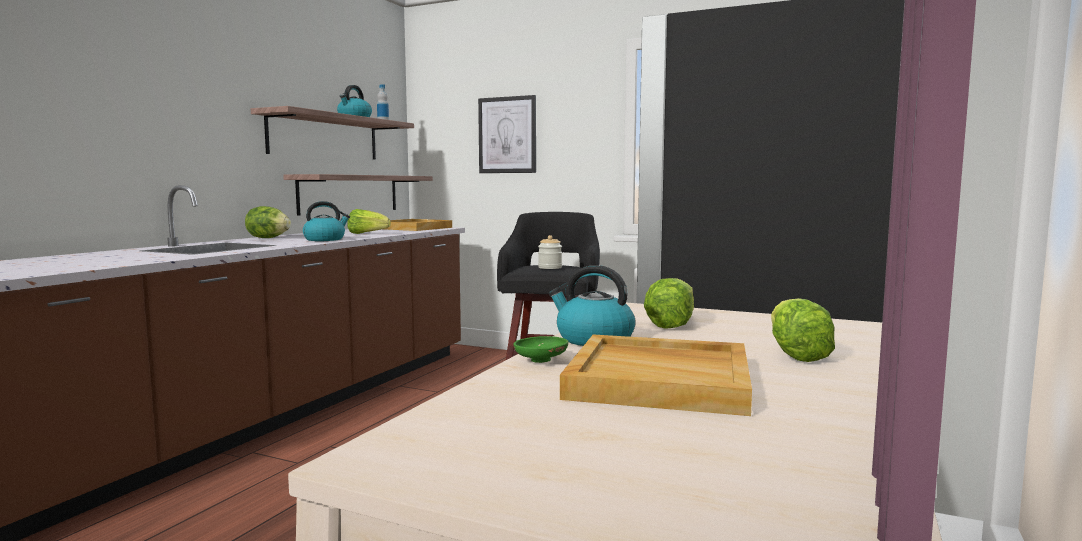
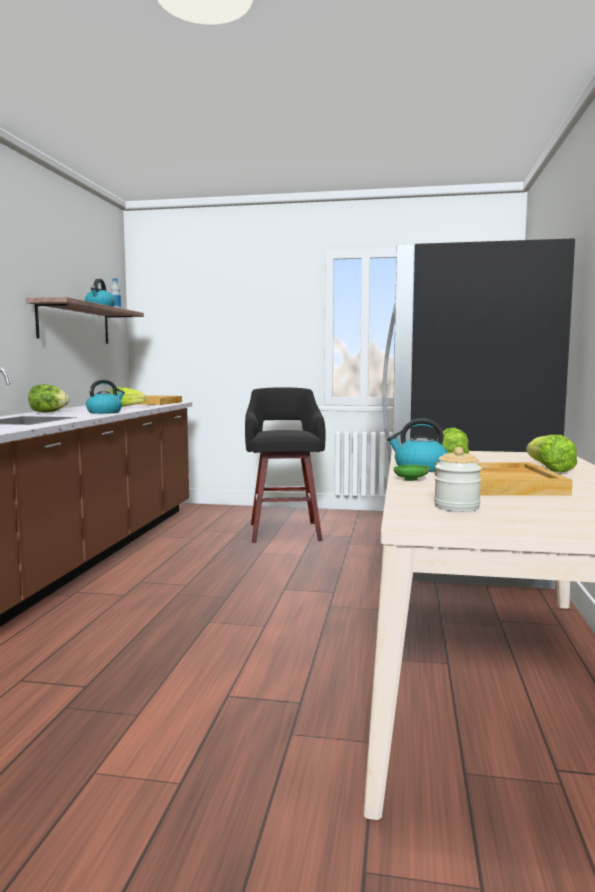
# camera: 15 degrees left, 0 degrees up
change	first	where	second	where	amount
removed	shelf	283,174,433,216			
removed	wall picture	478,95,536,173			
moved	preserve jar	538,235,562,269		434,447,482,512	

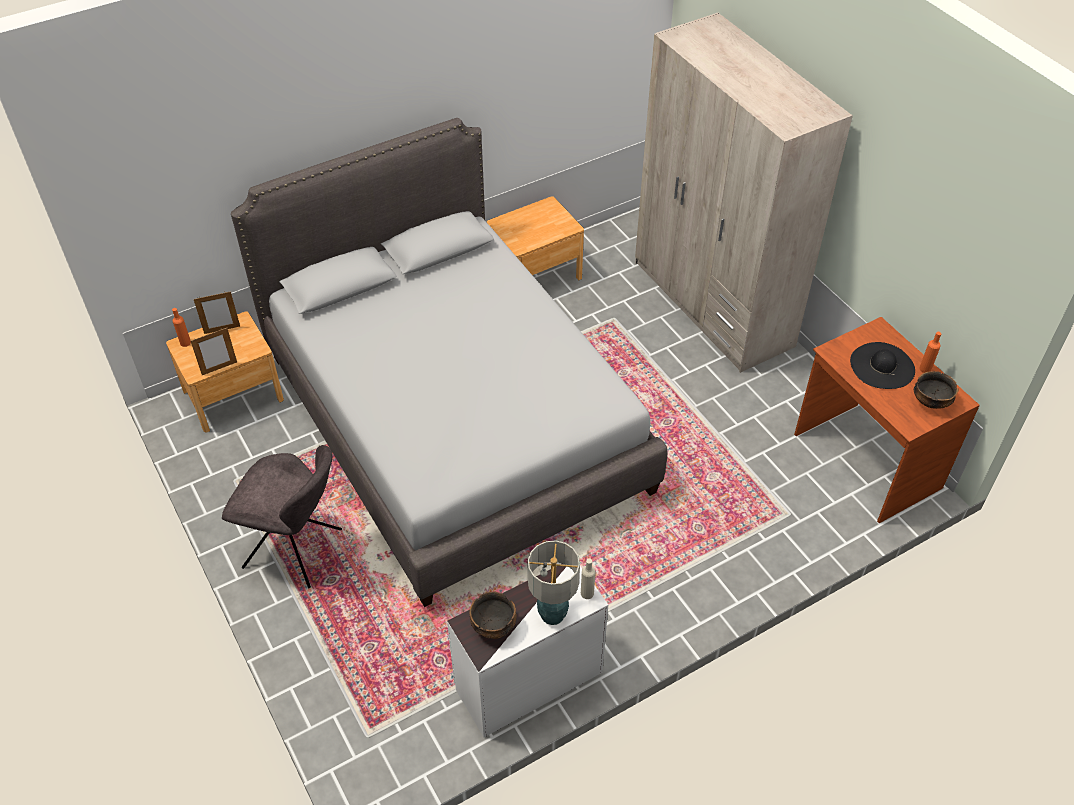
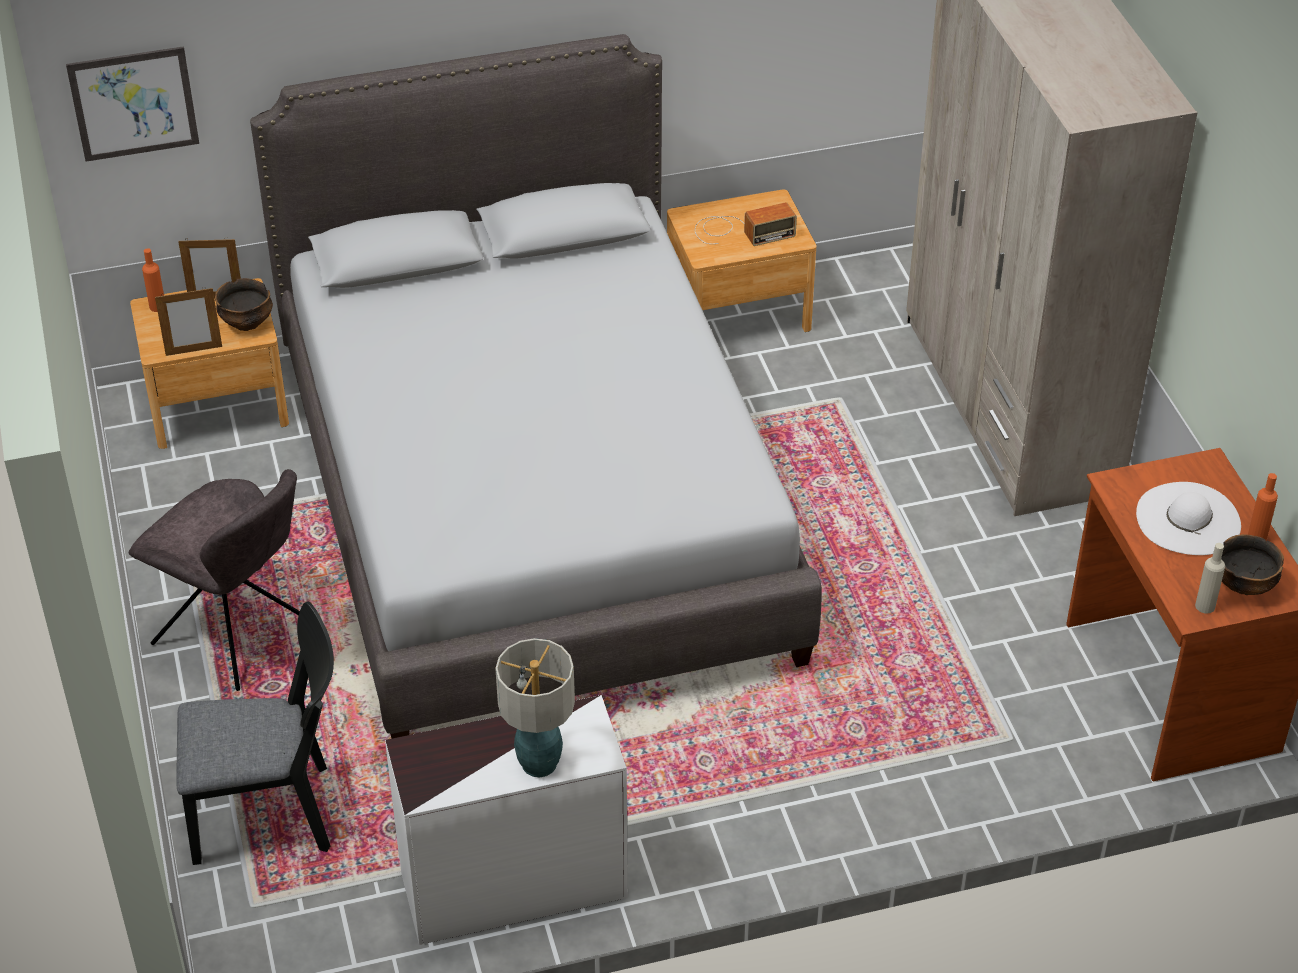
# camera: 15 degrees right, 5 degrees down
change	first	where	second	where	amount
added			wall picture	66,46,199,162	
added			black-coloured upright chair	176,601,334,865	
added			radio	695,202,797,246	
moved	serving bowl	469,592,517,639		215,278,273,331	
moved	beige bottle	581,558,596,599		1195,543,1225,614	
recoloured	black-coloured clothing hat	850,342,915,389	white clothing hat	1136,482,1241,555	

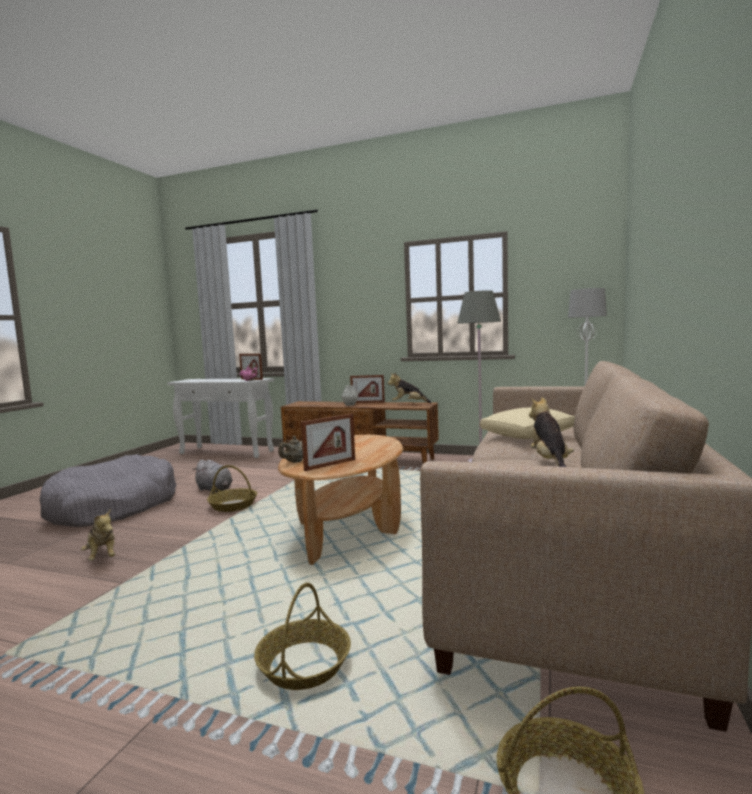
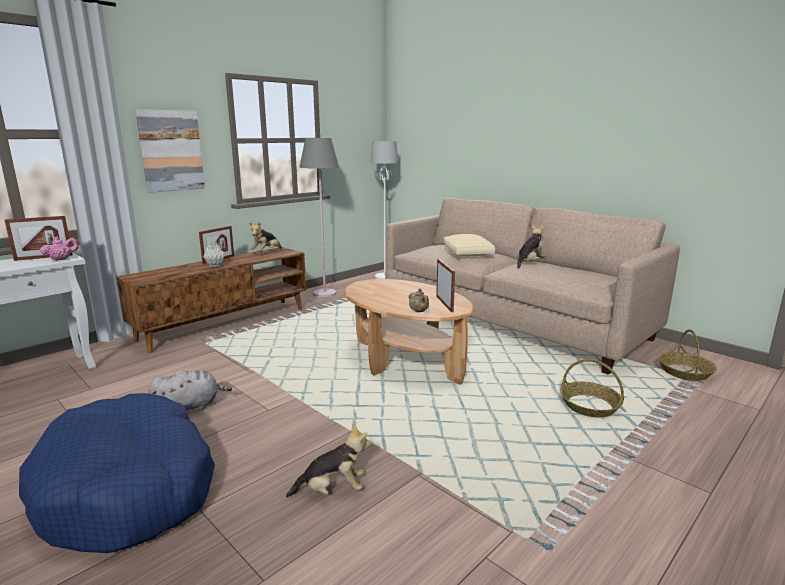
# camera: 65 degrees left, 10 degrees up
change	first	where	second	where	amount
removed	storage basket	207,465,257,512			
added			wall picture	136,109,205,193	
recoloured	greyish dog cushion	40,454,177,527	bluish dog cushion	19,393,215,553	
turned	plush toy	529,397,574,467		517,224,545,269	105 degrees clockwise

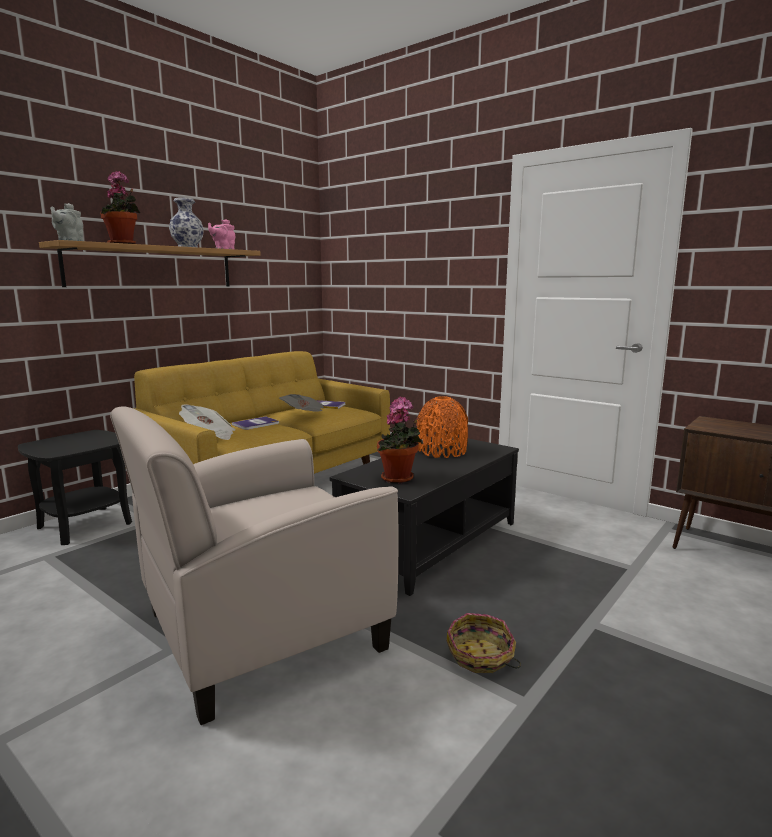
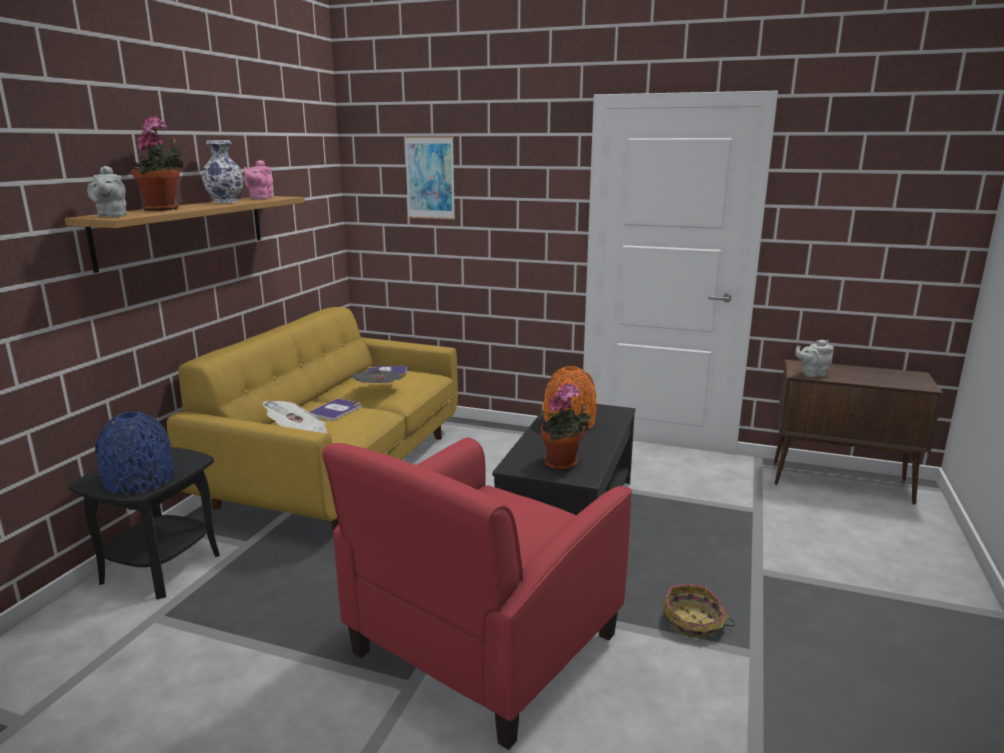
# camera: 20 degrees left, 5 degrees up
change	first	where	second	where	amount
added			bluish vase	95,412,174,495	
added			wall picture	404,136,455,219	
added			greyish tea pot	795,339,833,377	
recoloured	beige lounge chair	110,406,398,725	reddish lounge chair	322,437,632,750	

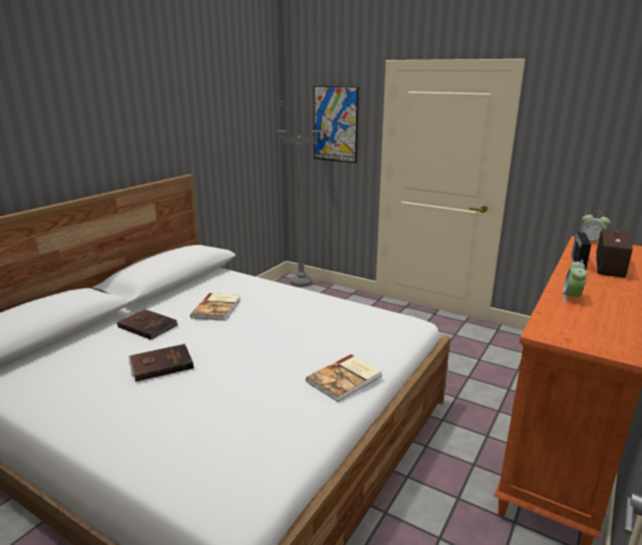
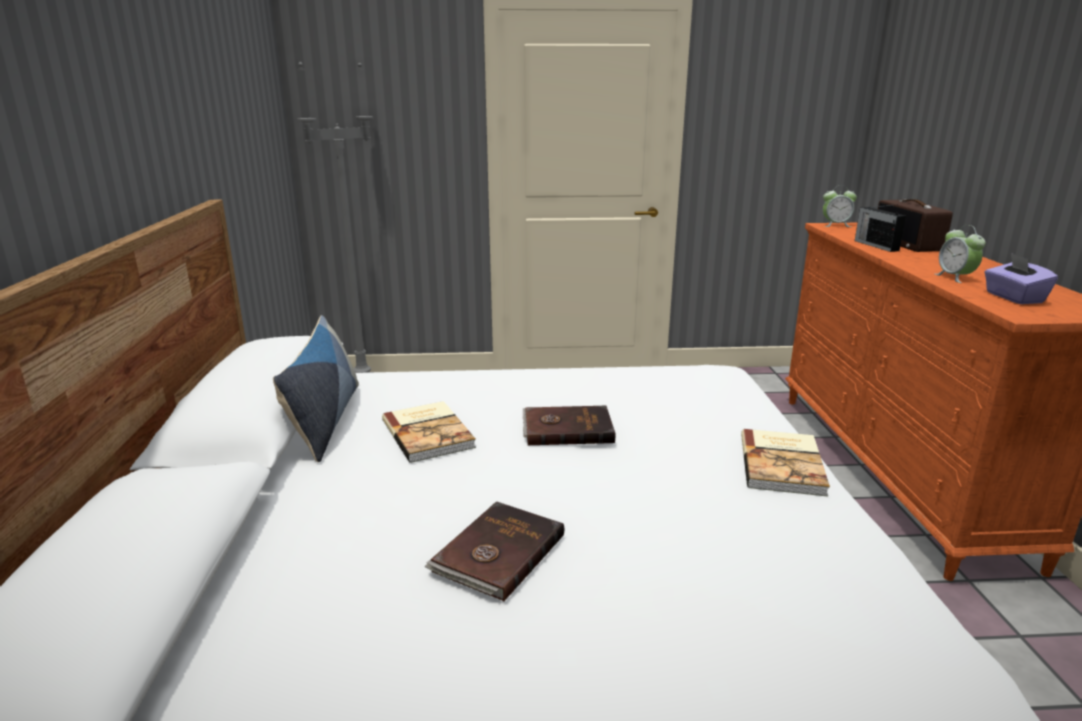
# camera: 35 degrees left, 0 degrees up
change	first	where	second	where	amount
removed	wall picture	314,86,359,163			
added			pillow	273,315,359,462	
added			purplish tissue holder	985,253,1058,304	
moved	brown bound book	117,309,178,340		523,406,615,445	

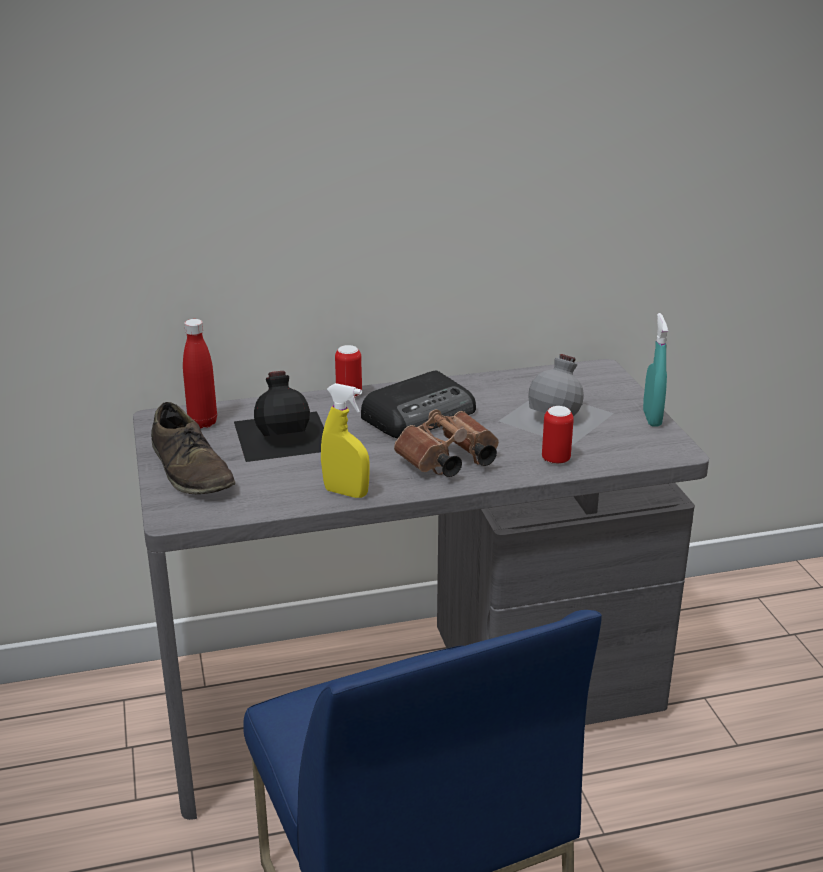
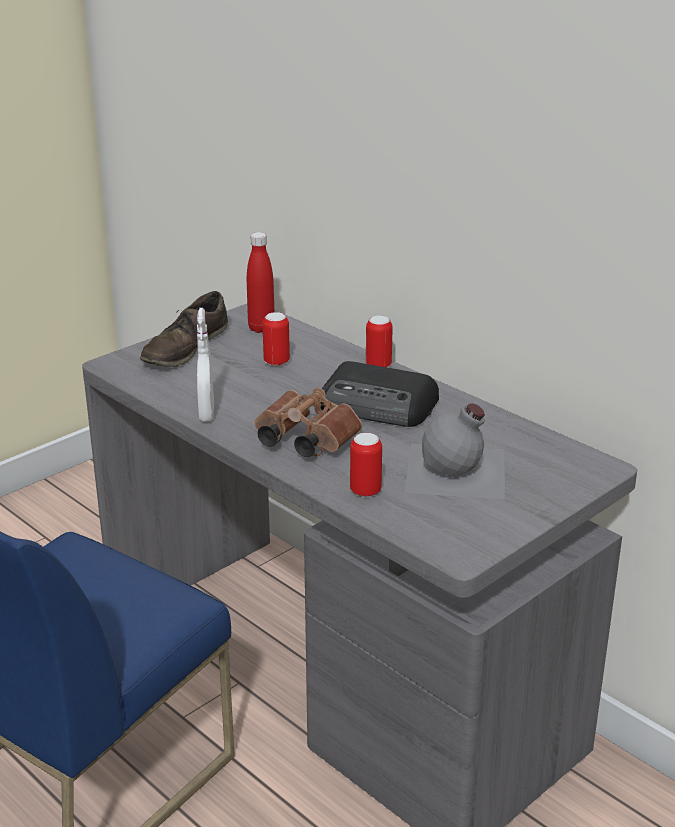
# camera: 60 degrees right, 0 degrees up
change	first	where	second	where	amount
removed	blue-green sprayer	643,313,668,427			
replaced	black-coloured bottle	234,371,324,462	metal can	262,312,290,366	
recoloured	yellow sprayer	321,383,370,498	white sprayer	197,308,214,422	

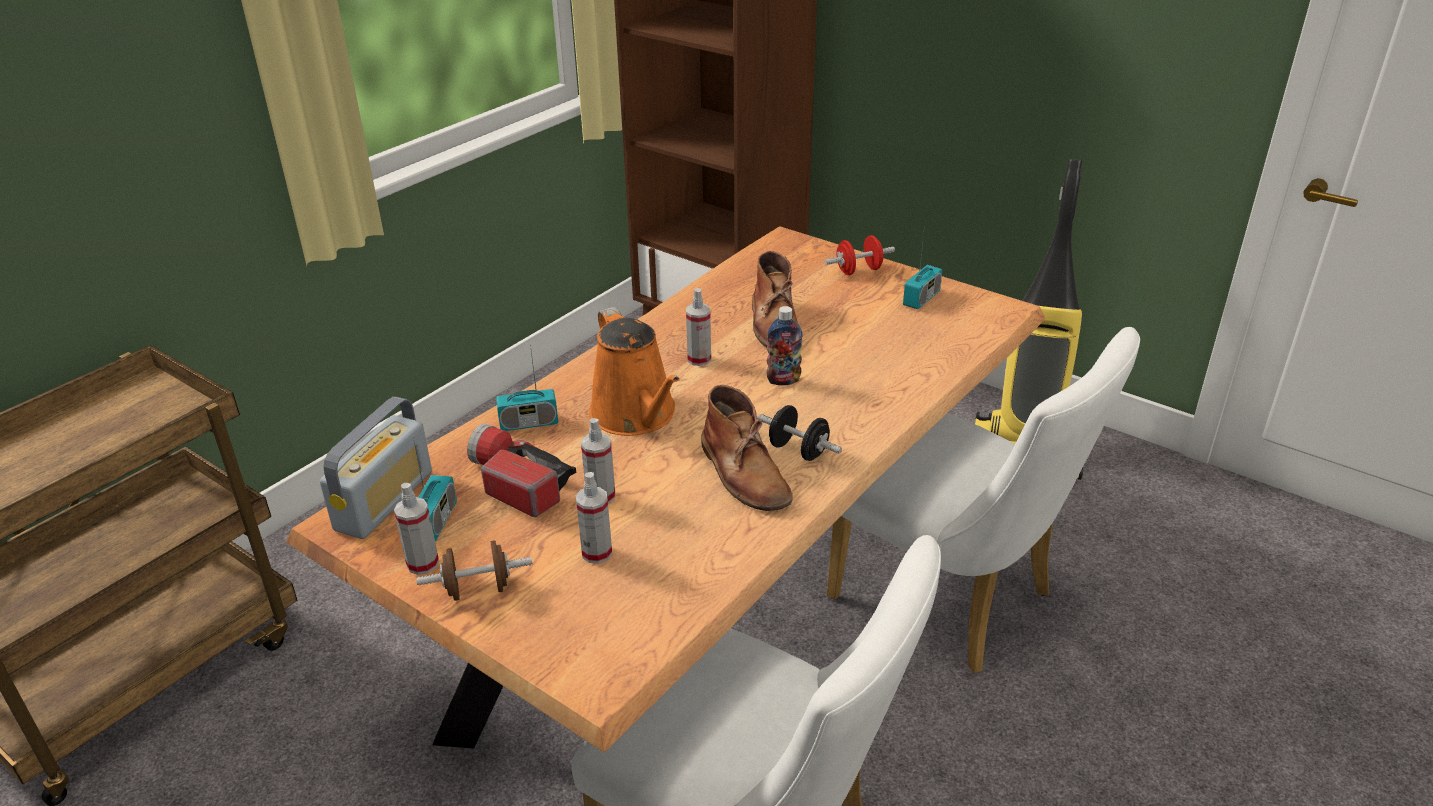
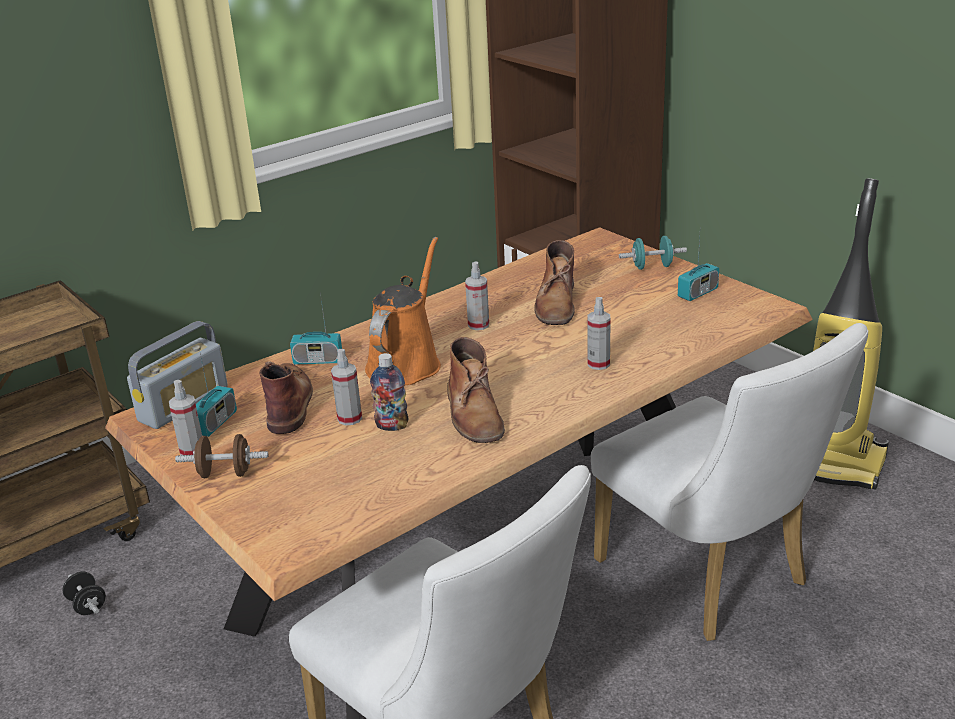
# camera: 15 degrees right, 5 degrees down
change	first	where	second	where	amount
moved	sprayer	576,472,612,564		587,297,611,370	
moved	black-coloured hand weight	757,405,842,461		62,572,106,615	
moved	bottle	766,306,803,385		370,353,408,431	
replaced	torch	467,424,576,517	brown tall boot	259,361,313,434	
recoloured	reddish hand weight	825,235,895,275	blue-green hand weight	619,236,687,270	
turned	orange watering pot	589,307,680,436		365,237,441,385	150 degrees counterclockwise

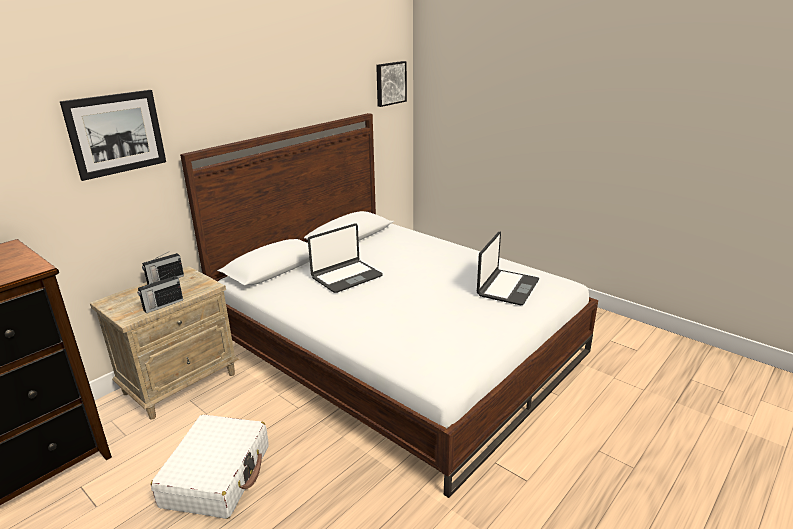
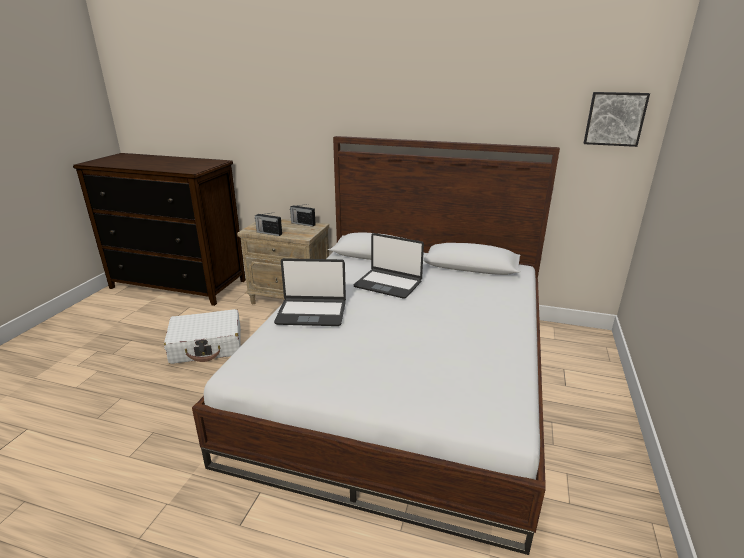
# camera: 65 degrees right, 0 degrees up
change	first	where	second	where	amount
removed	wall picture	60,90,166,181			
moved	notebook computer	477,232,539,305		274,258,346,326	

